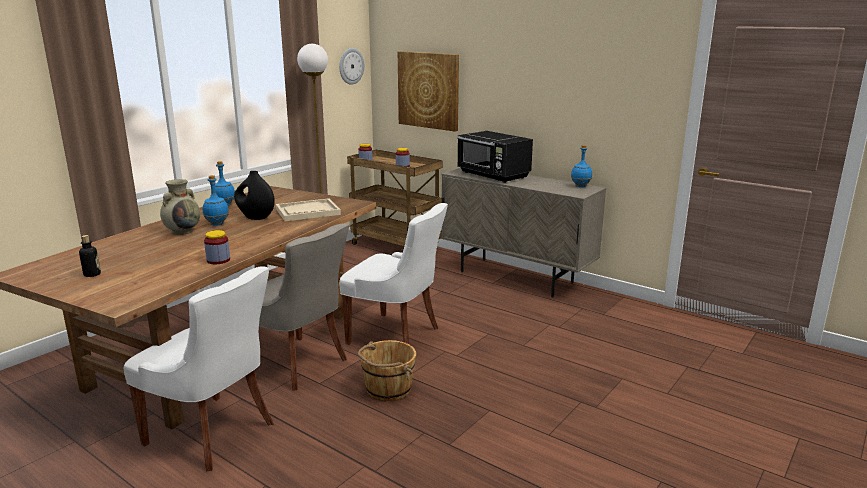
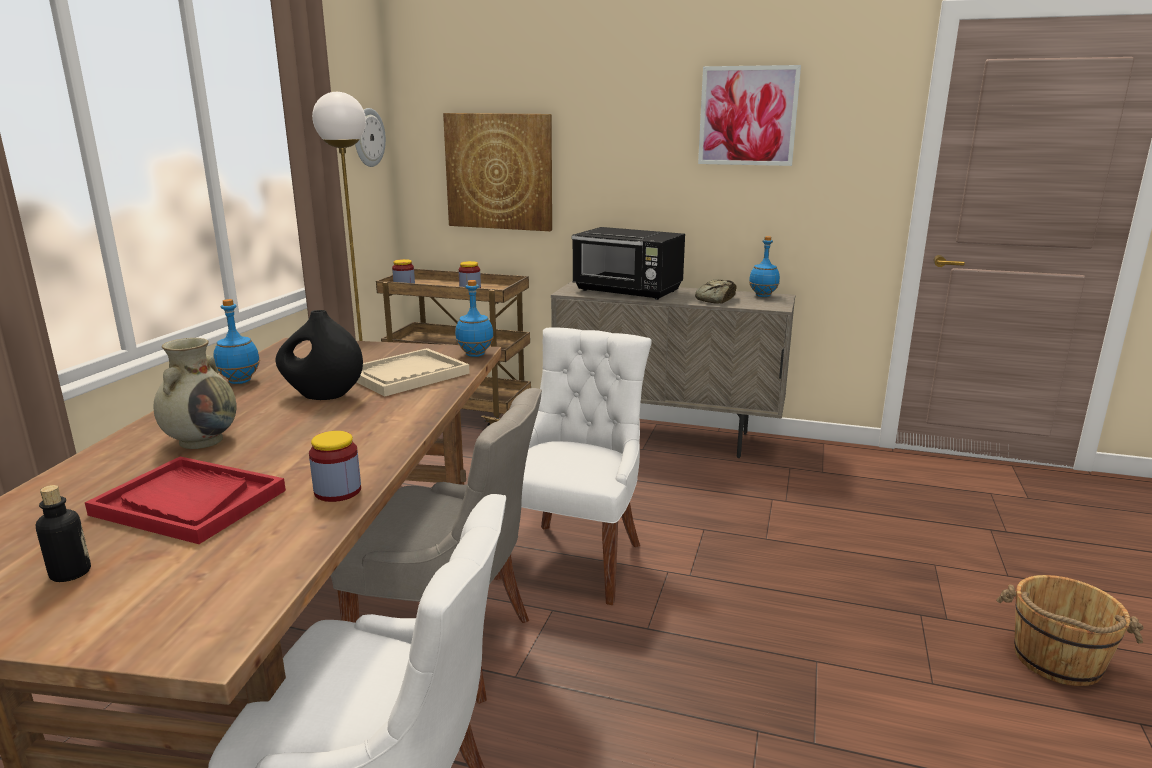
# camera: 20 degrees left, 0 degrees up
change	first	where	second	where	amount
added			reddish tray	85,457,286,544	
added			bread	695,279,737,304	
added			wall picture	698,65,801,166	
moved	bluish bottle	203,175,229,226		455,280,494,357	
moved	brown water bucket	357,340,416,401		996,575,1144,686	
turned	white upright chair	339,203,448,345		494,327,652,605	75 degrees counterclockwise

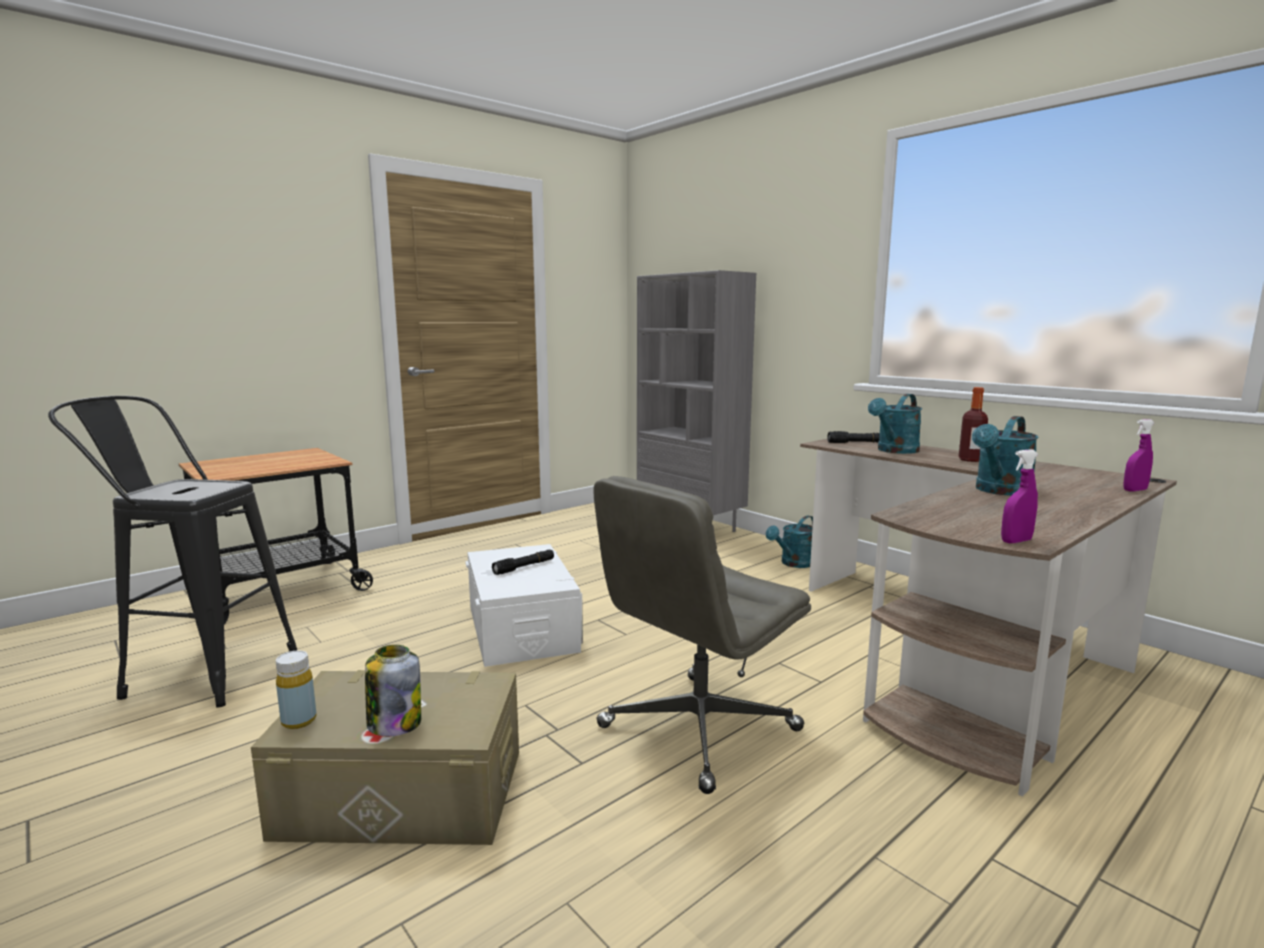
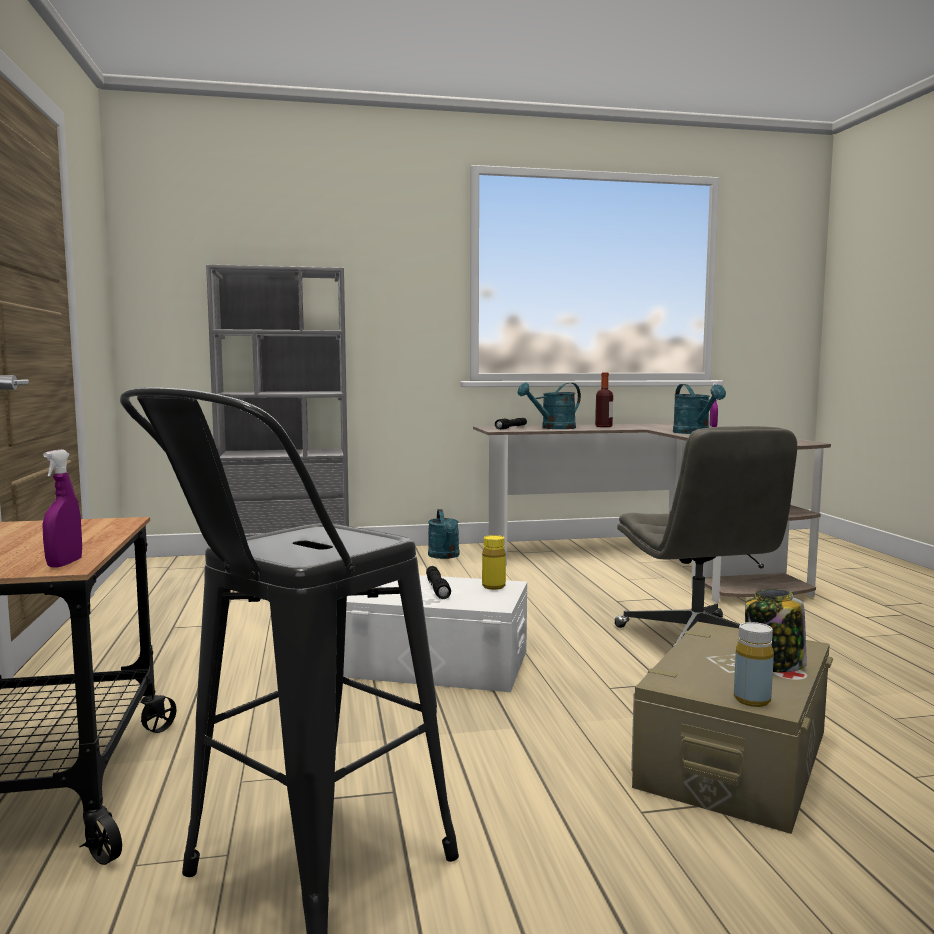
# camera: 60 degrees left, 5 degrees down
change	first	where	second	where	amount
added			yellow bottle	482,535,506,590	
moved	purplish sprayer	1001,449,1038,543		42,450,82,568	
turned	blue-green watering pot	868,394,922,454		517,383,581,429	75 degrees clockwise

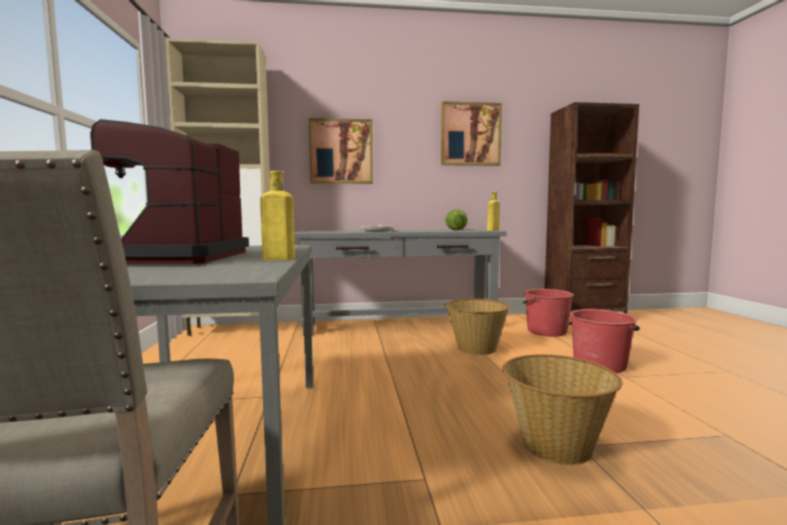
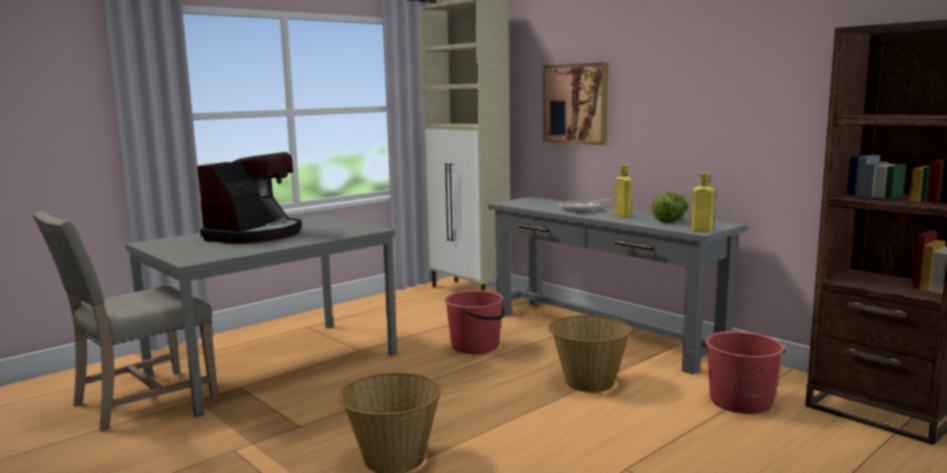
# camera: 55 degrees right, 5 degrees up
change	first	where	second	where	amount
removed	wall picture	441,101,502,166			
moved	yellow bottle	260,171,295,260		615,165,632,218	
moved	reddish water bucket	570,309,640,373		444,290,505,354	
turned	coffee maker	90,119,249,265		197,152,302,243	150 degrees clockwise

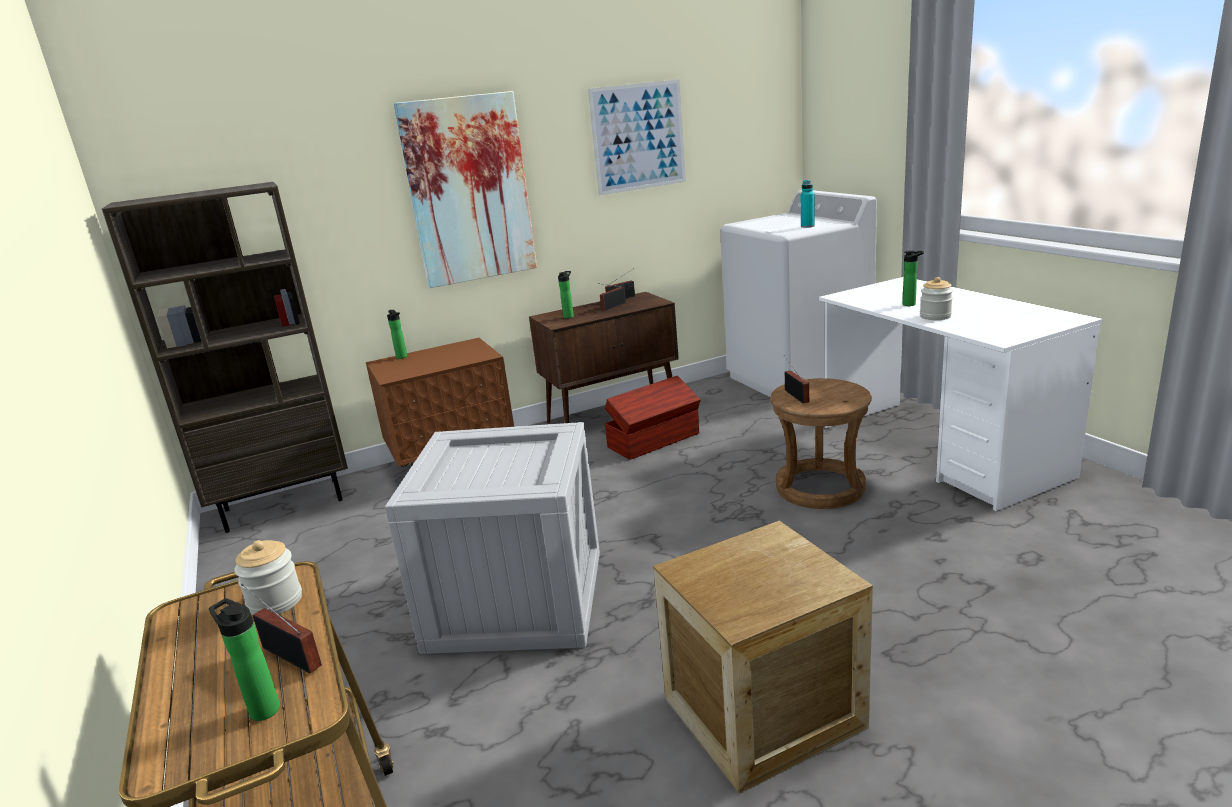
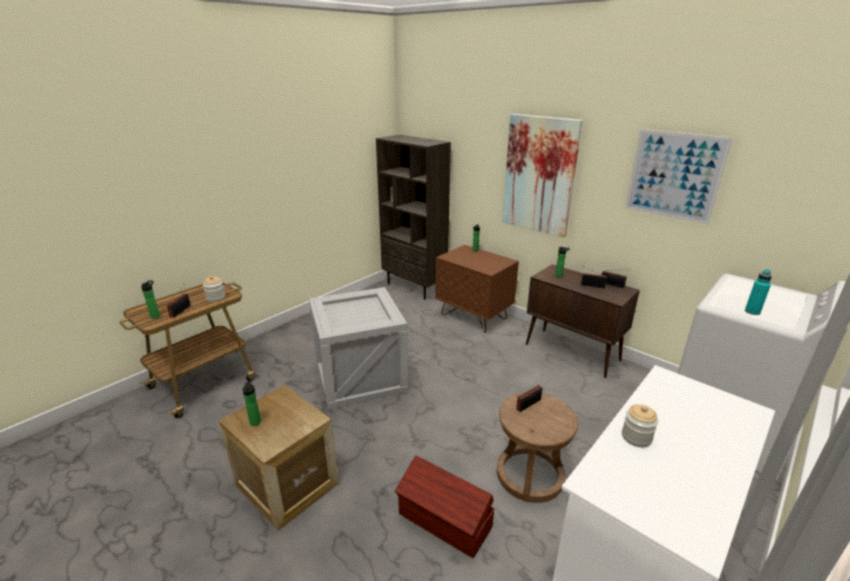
# camera: 65 degrees right, 5 degrees up
change	first	where	second	where	amount
moved	brown storage container	605,376,701,460		395,455,494,558	
moved	bottle	902,250,924,306		242,382,261,426	

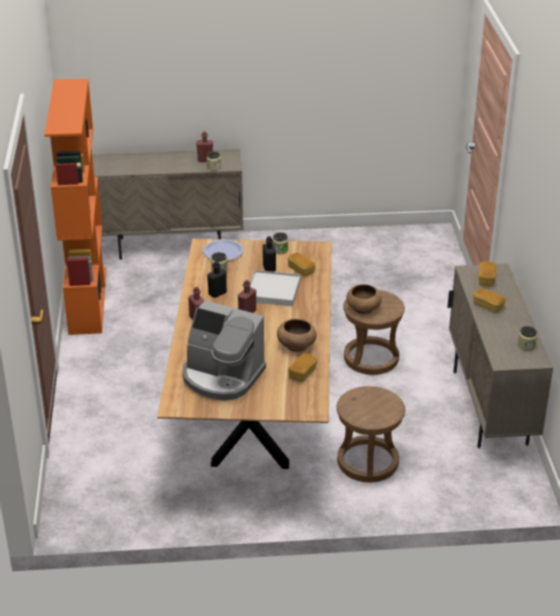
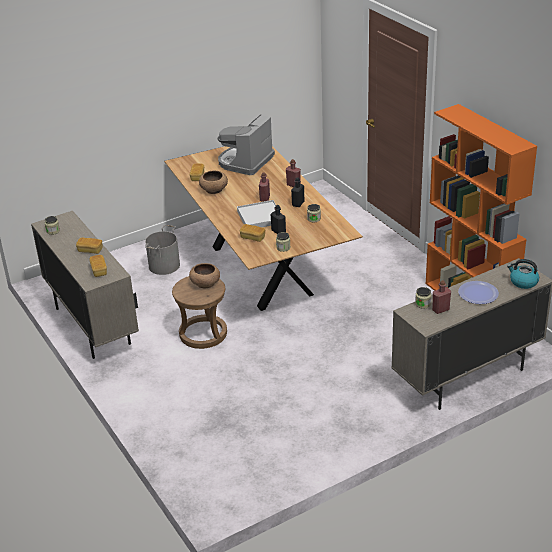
# camera: 155 degrees right, 0 degrees up
change	first	where	second	where	amount
added			tea kettle	507,259,539,289	
moved	plate	203,239,244,261		458,281,499,304	
replaced	brown stool	337,386,405,482	greyish water bucket	145,225,180,275	
turned	coffee maker	182,300,266,401		218,114,275,175	60 degrees counterclockwise

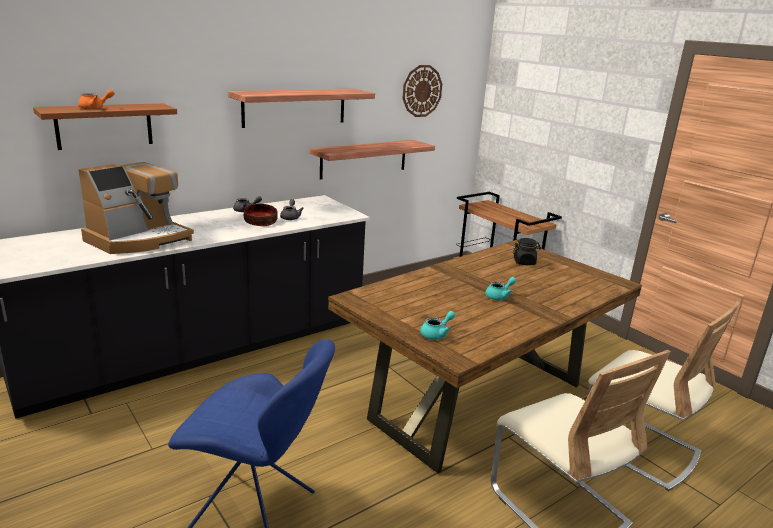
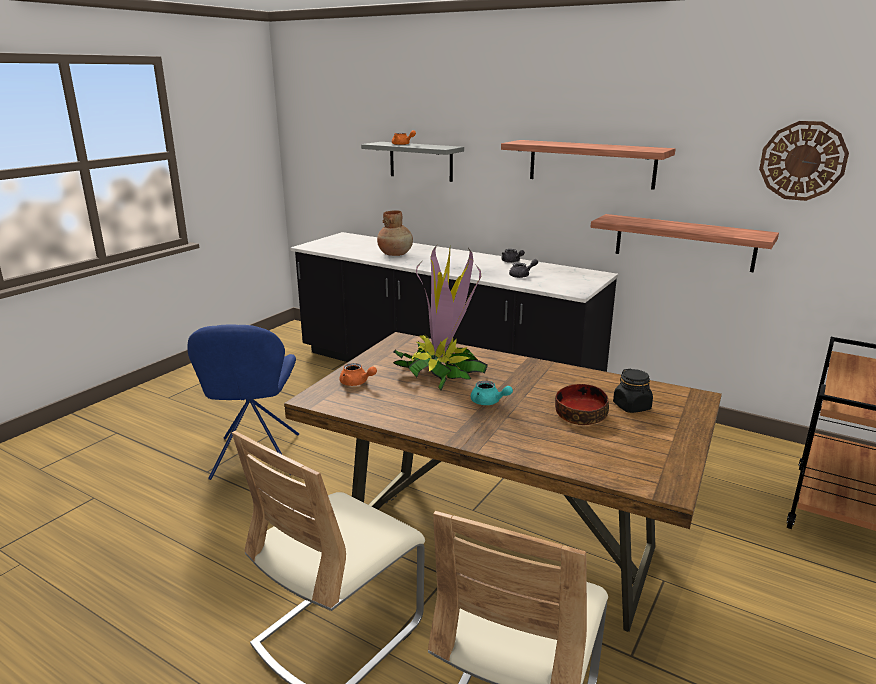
# camera: 70 degrees right, 0 degrees up
change	first	where	second	where	amount
added			plant in a pot	393,245,488,390	
moved	serving bowl	244,204,278,226		555,384,609,425	
replaced	coffee maker	78,162,194,254	brown vase	377,211,413,256	
recoloured	brown shelf	33,103,177,150	greyish shelf	361,142,464,182	
recoloured	blue-green tea pot	420,311,455,340	orange tea pot	339,363,377,386	

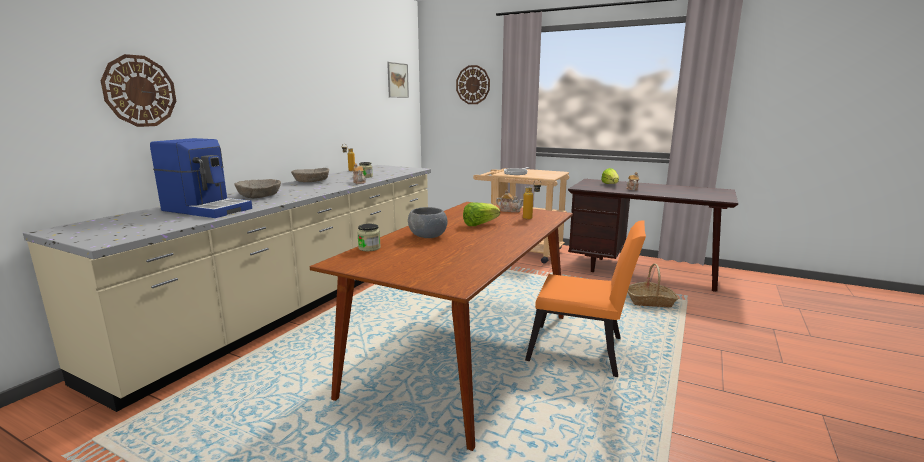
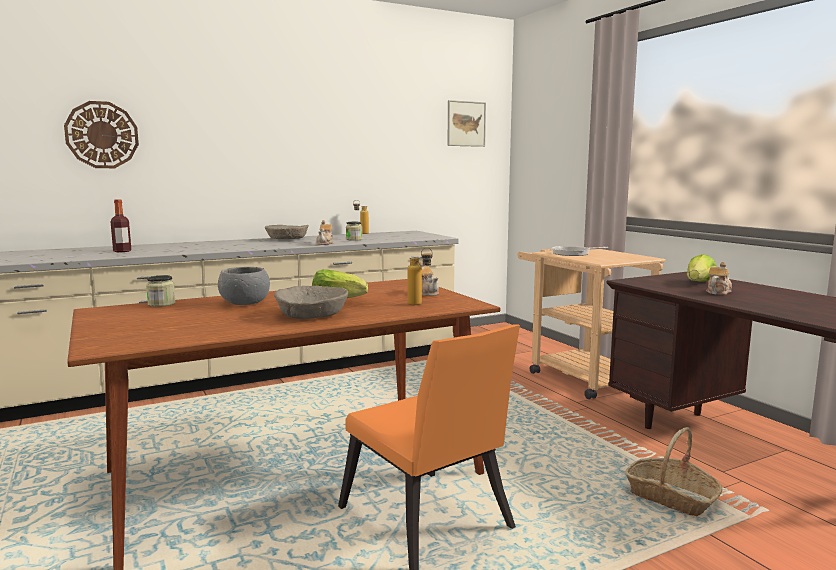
# camera: 35 degrees right, 5 degrees down
change	first	where	second	where	amount
removed	hanging clock	456,65,490,104			
moved	beige serving bowl	235,179,281,198		274,285,348,319	
replaced	coffee maker	150,138,252,218	bottle	111,199,131,252	

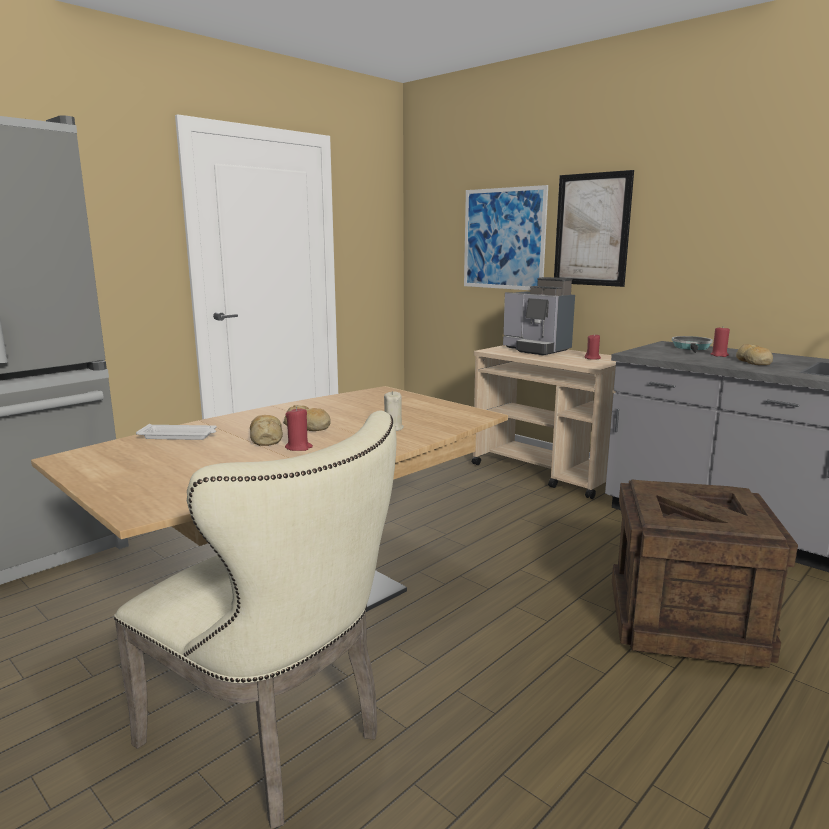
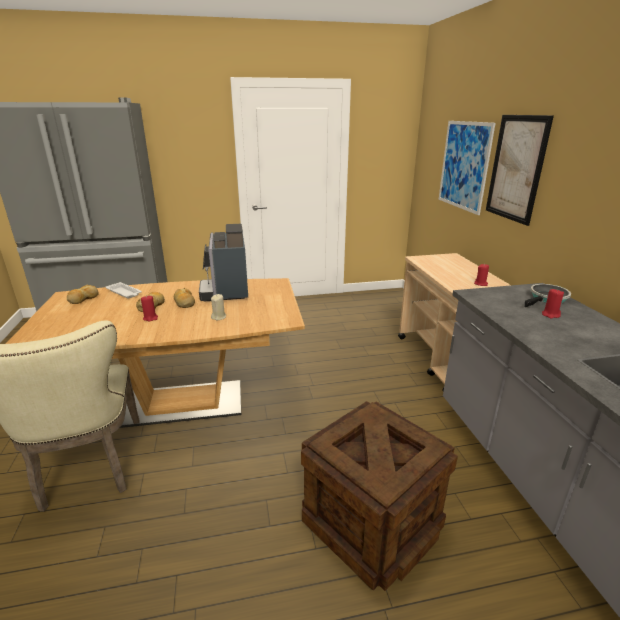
# camera: 35 degrees right, 10 degrees up
change	first	where	second	where	amount
moved	coffee maker	503,277,575,355		199,224,248,301	
moved	bread	736,344,773,365		67,285,99,304	

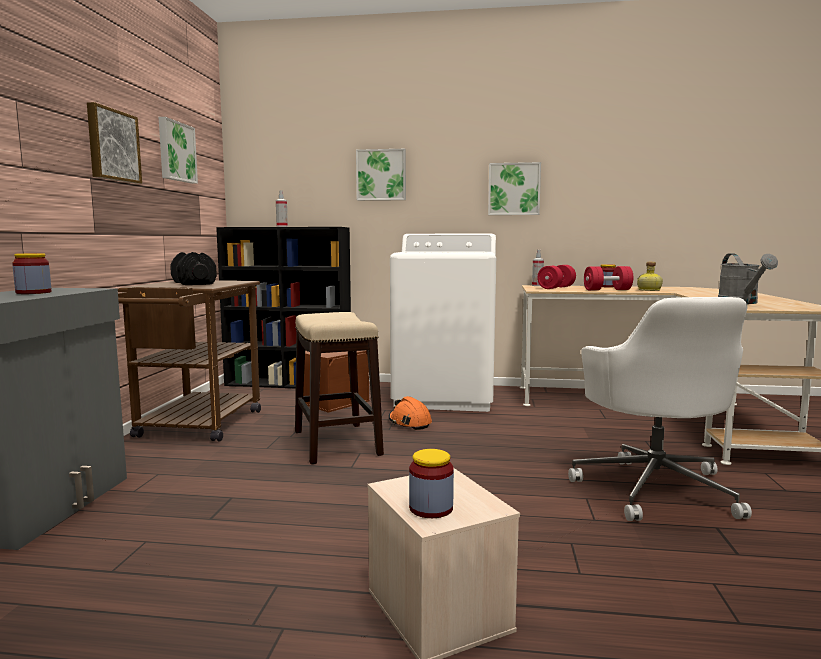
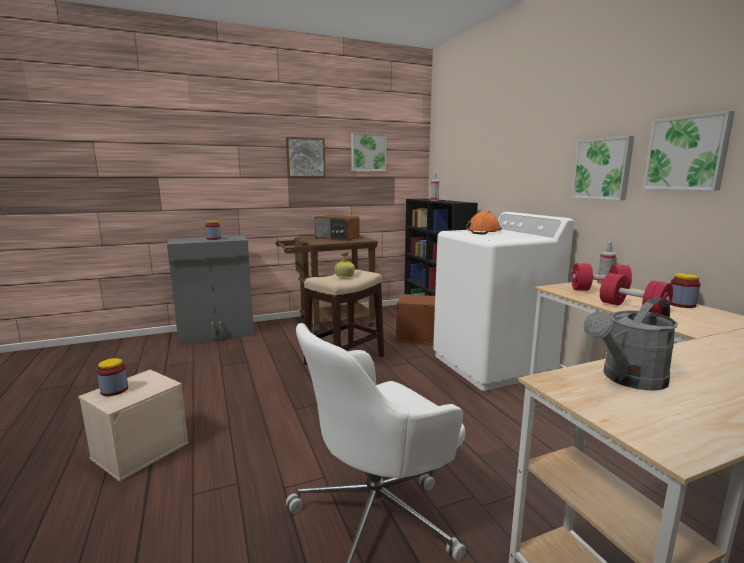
# camera: 60 degrees right, 5 degrees up
change	first	where	second	where	amount
moved	wall picture	356,149,406,201		643,111,735,191	
moved	orange work helmet	389,396,432,430		466,211,502,234	
moved	bottle	637,262,663,291		335,251,355,277	
replaced	black-coloured hand weight	170,252,217,285	radio	314,215,360,241	

